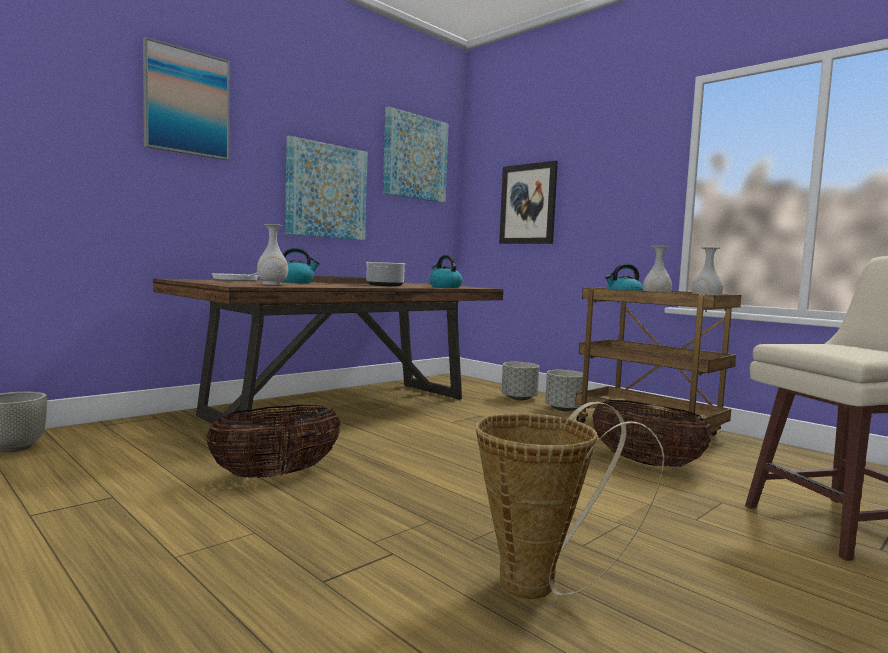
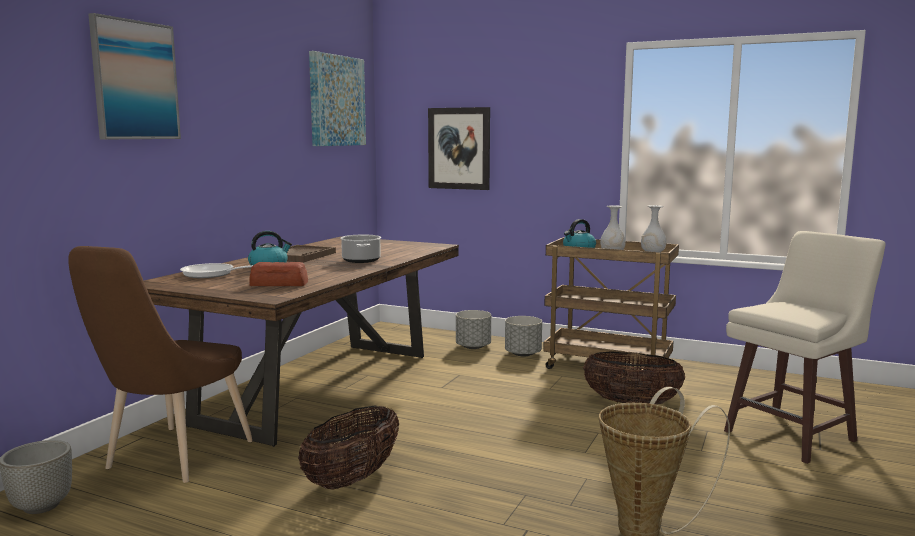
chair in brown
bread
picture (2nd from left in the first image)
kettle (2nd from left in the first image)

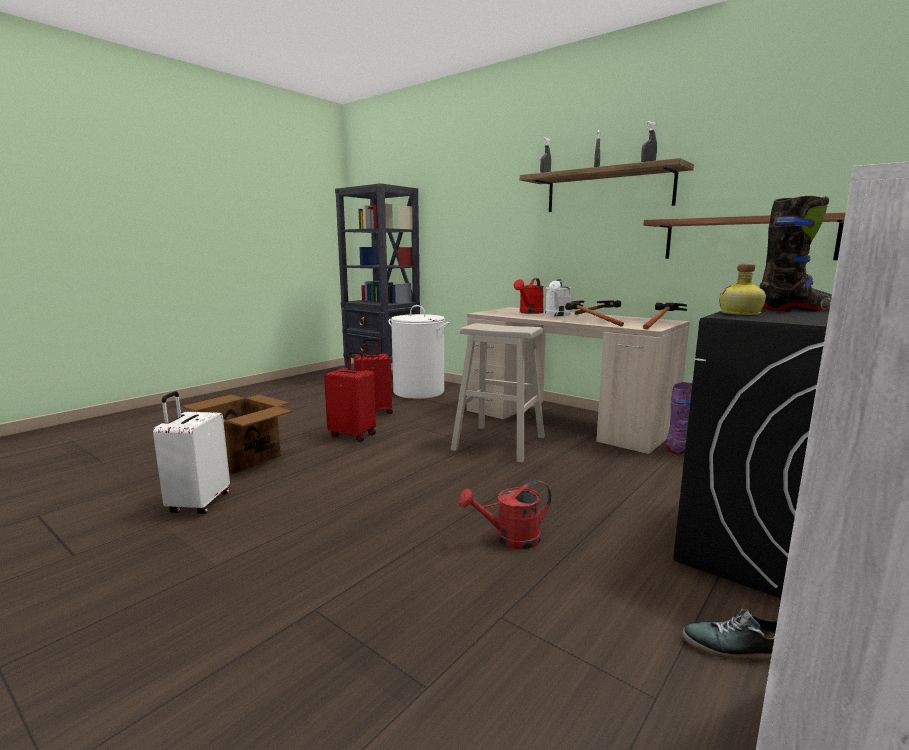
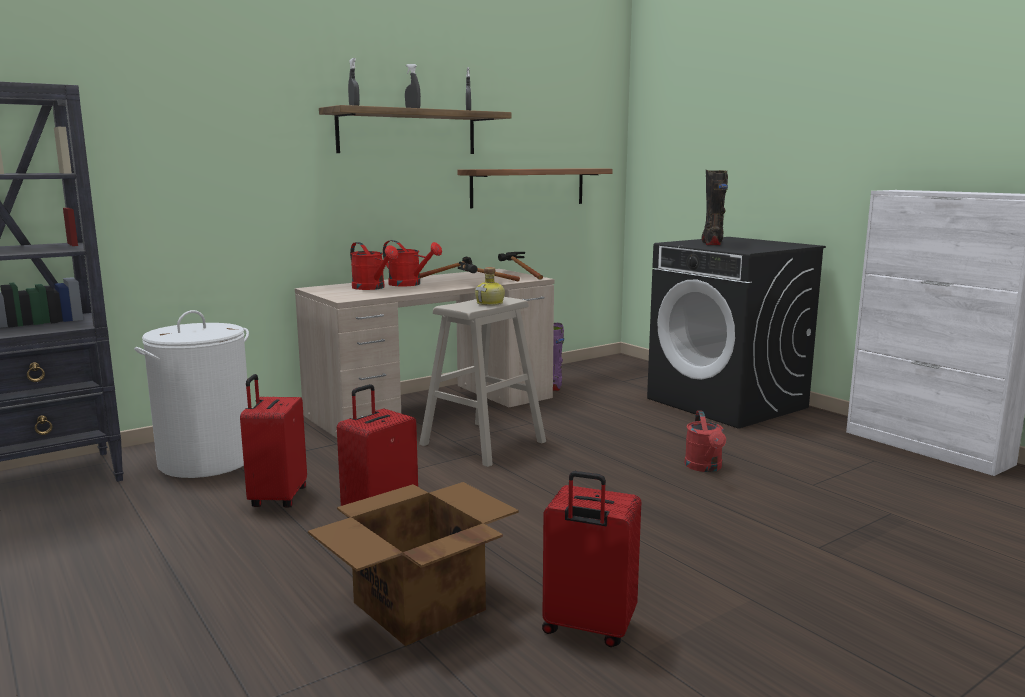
watering can in red (2nd from left)
bottle
suitcase in red (3rd from left)
shoe

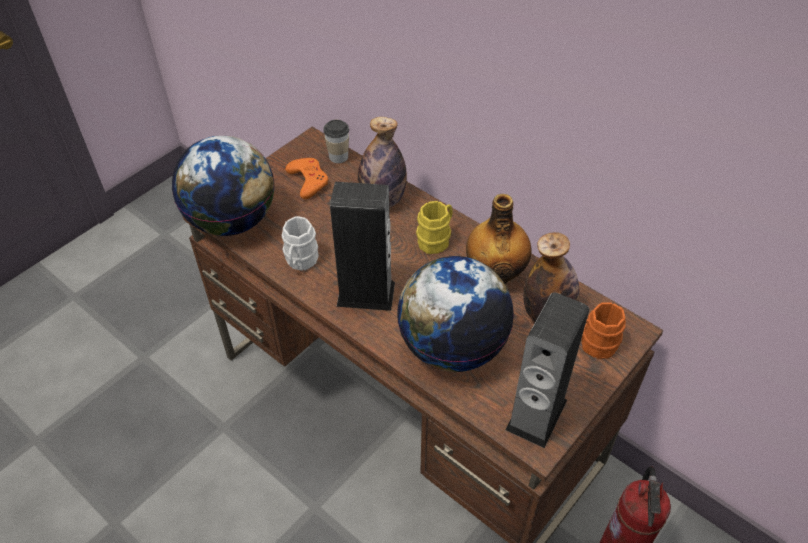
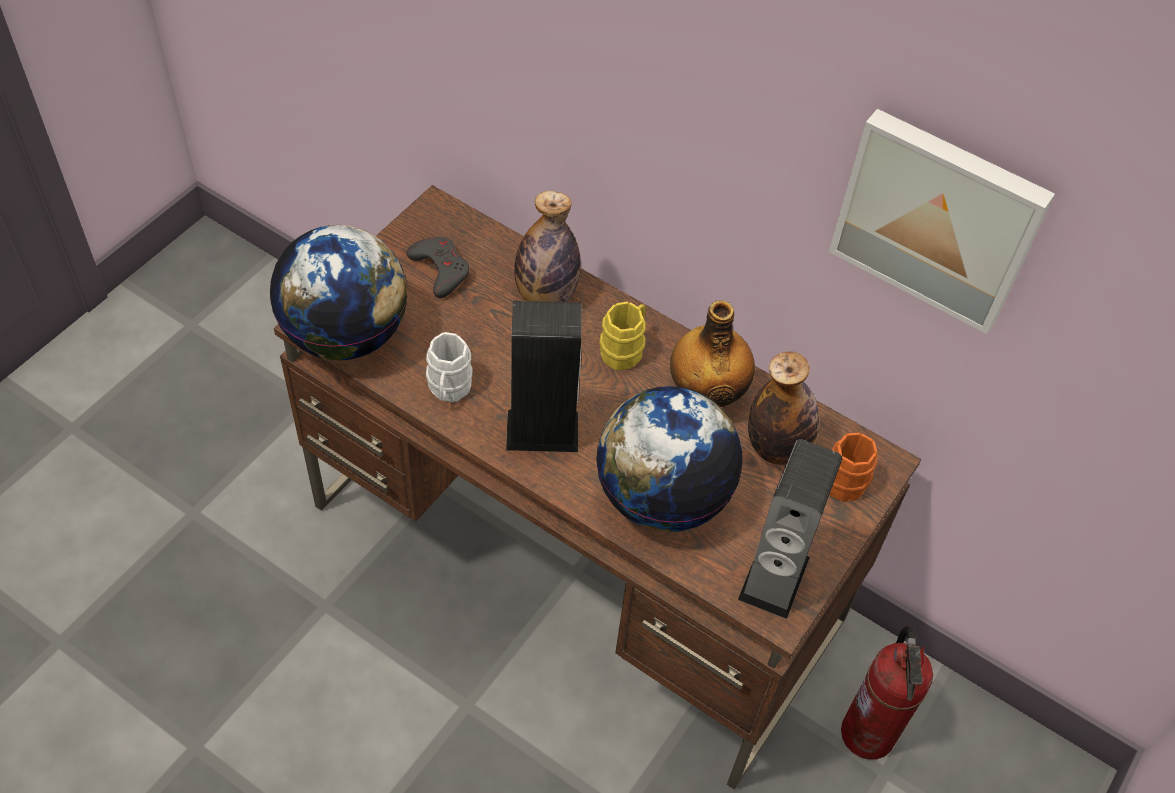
game controller in grey
picture
cup

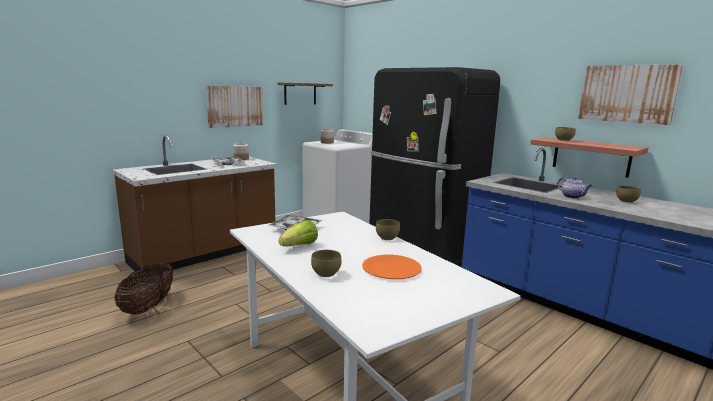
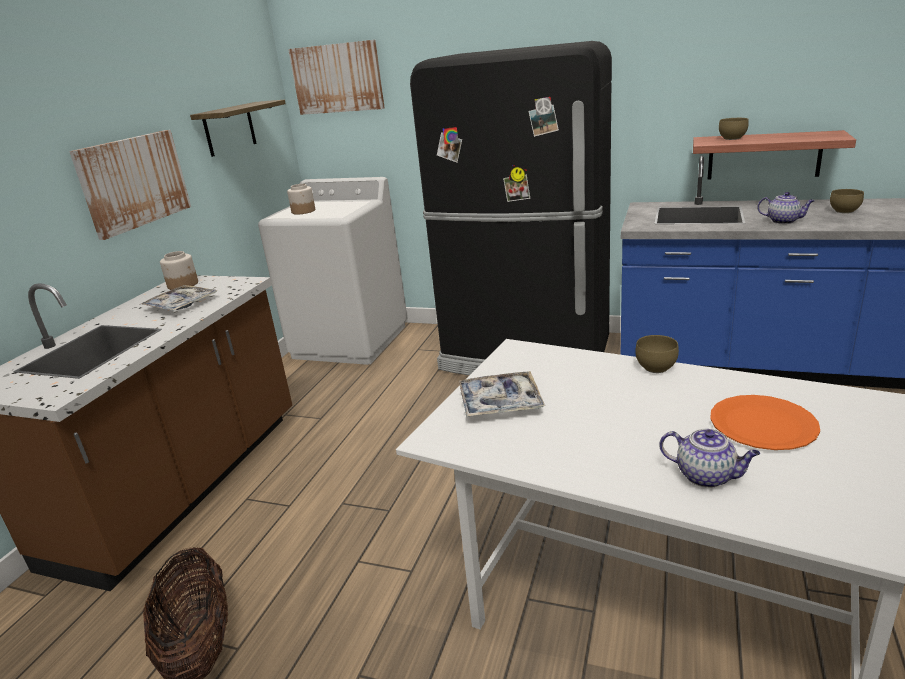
picture (2nd from left)
teapot (1st from left)
lettuce

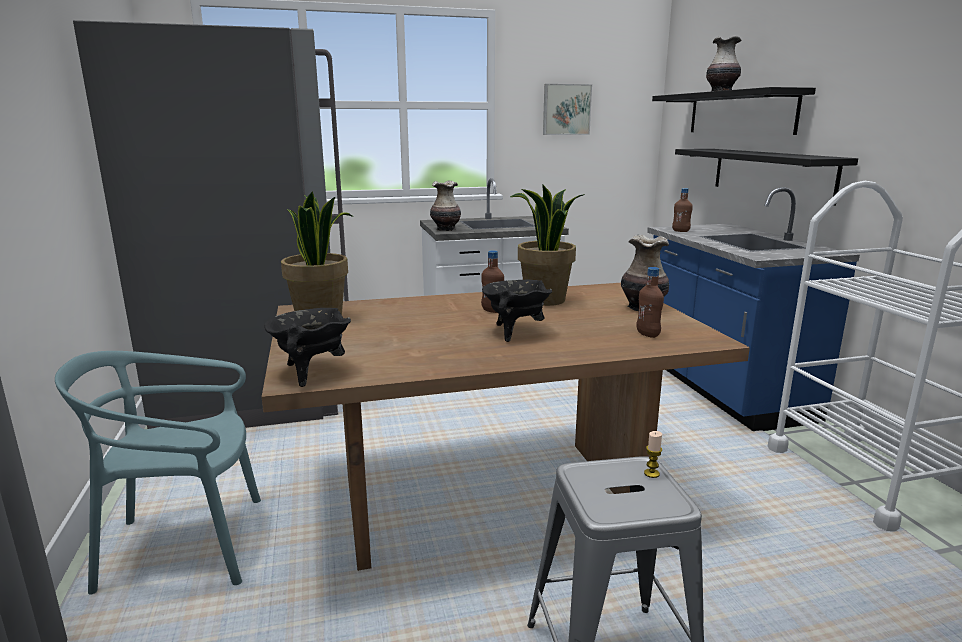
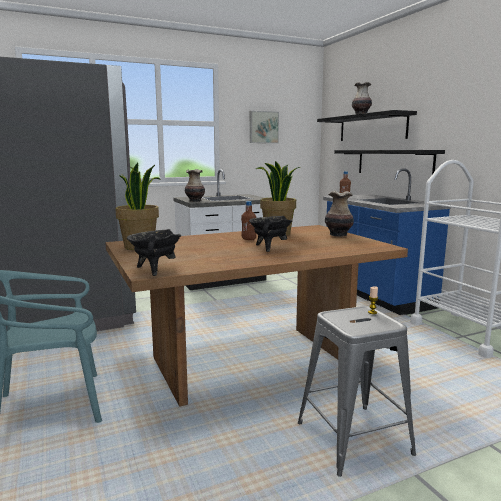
bottle in brown (2nd from left in the first image)

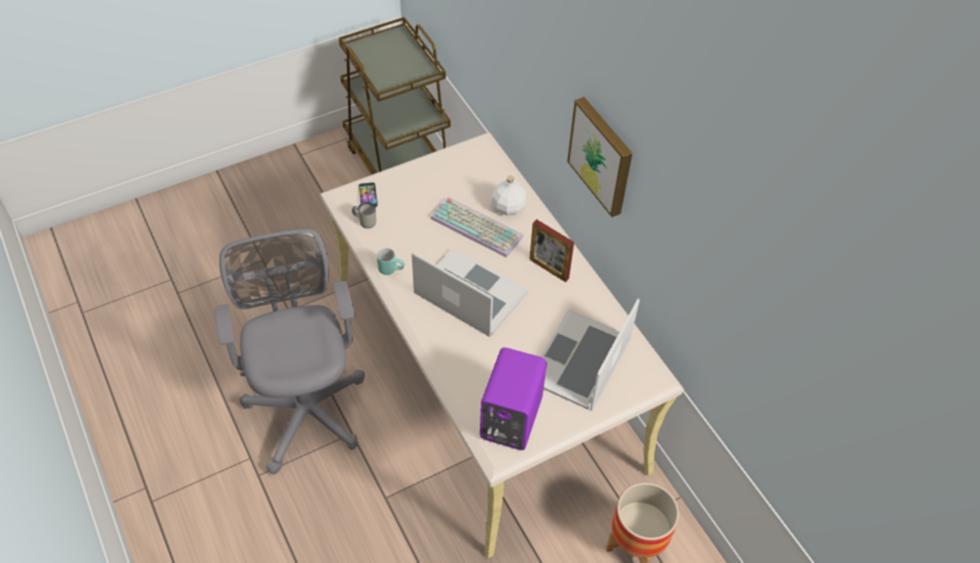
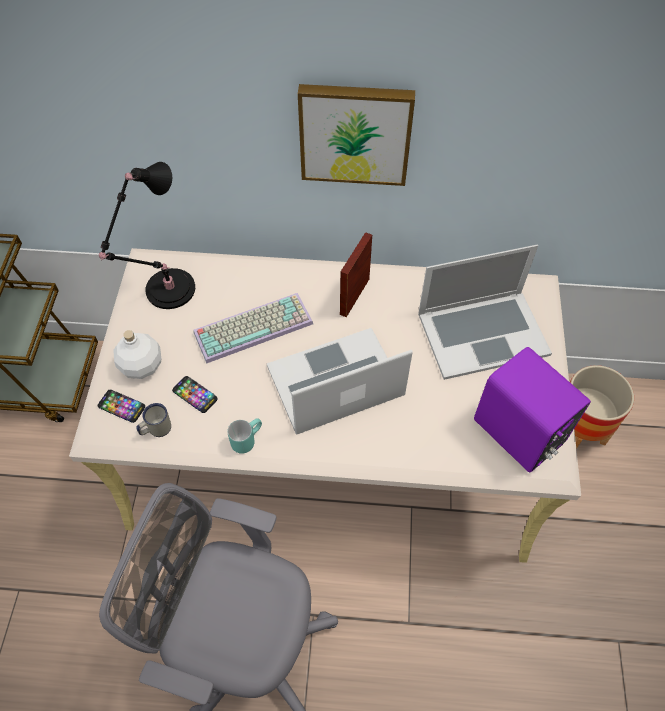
table lamp in black
bottle in white
phone (2nd from left)
picture frame
laptop (2nd from left)

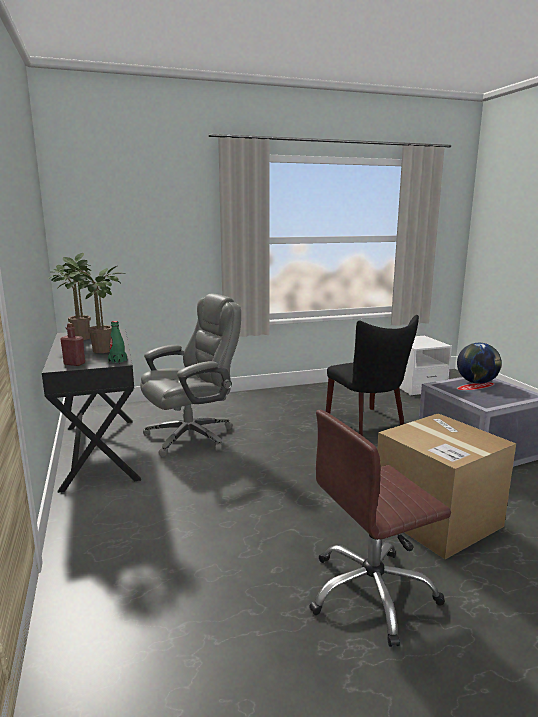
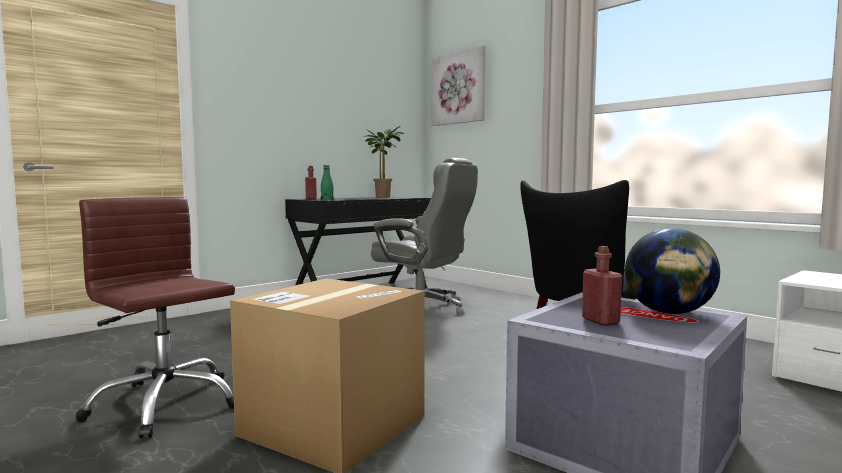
picture
bottle in red (2nd from left)
potted plant (2nd from left in the first image)

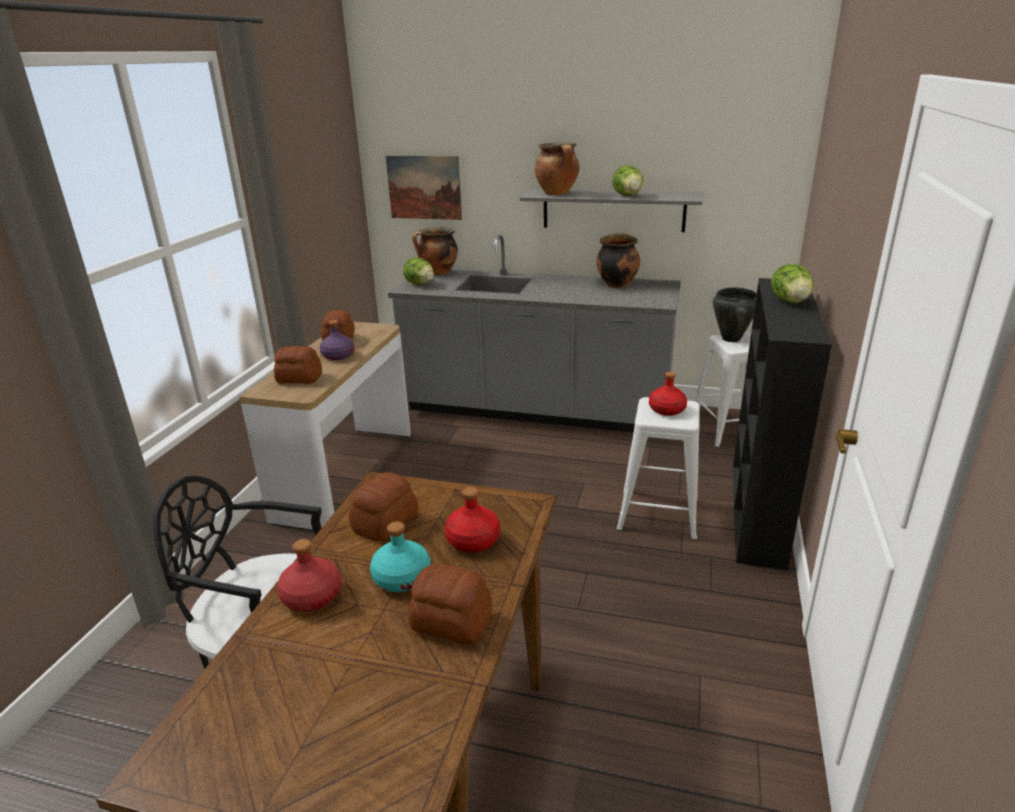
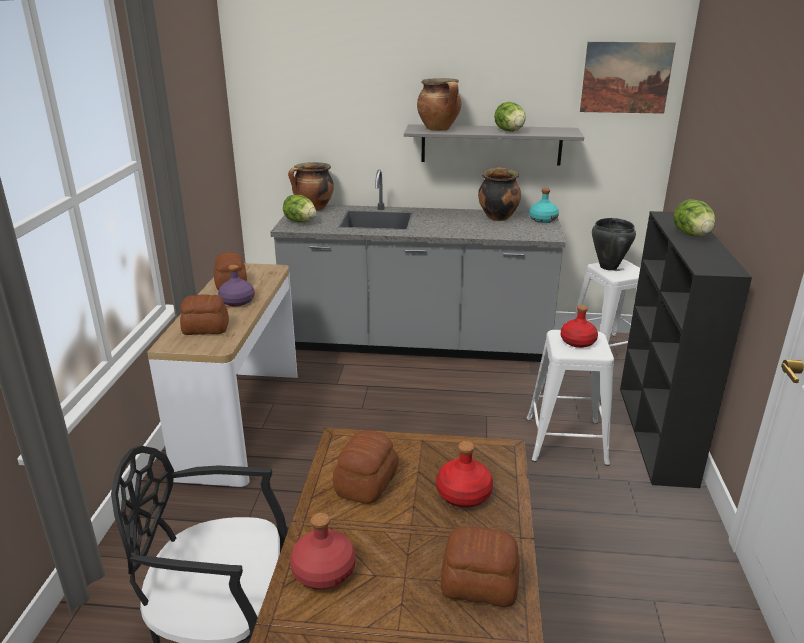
bottle in turquoise
picture

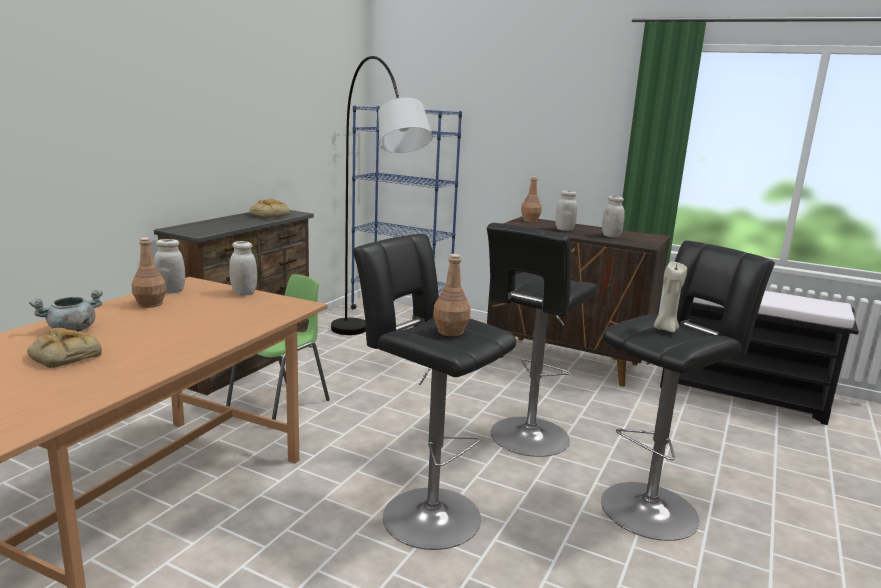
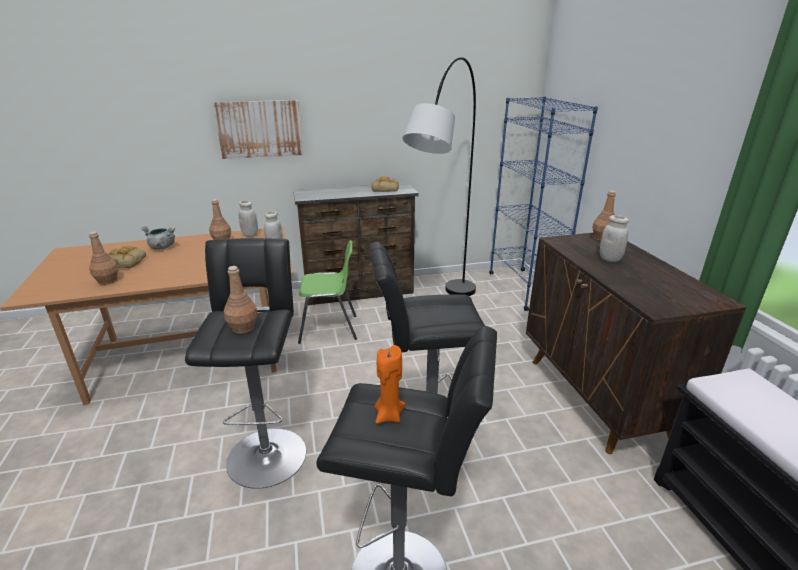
bottle in brown (1st from left)
picture
candle in orange
jar in white (4th from left in the first image)

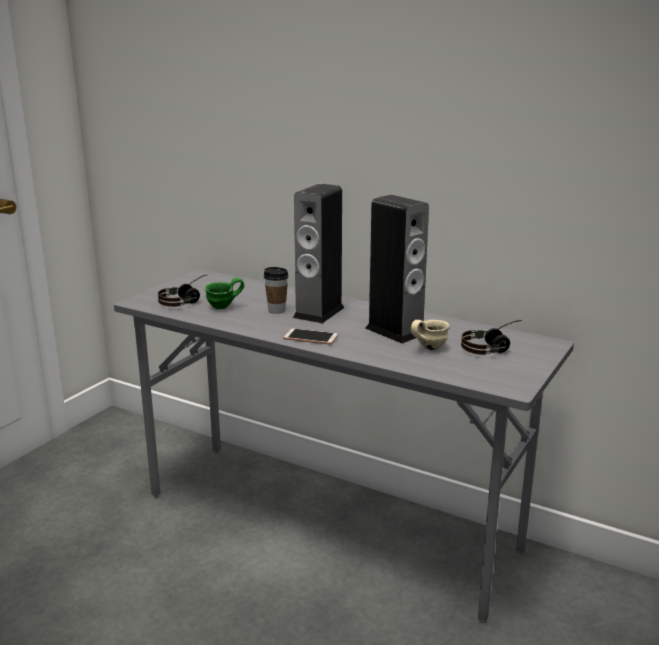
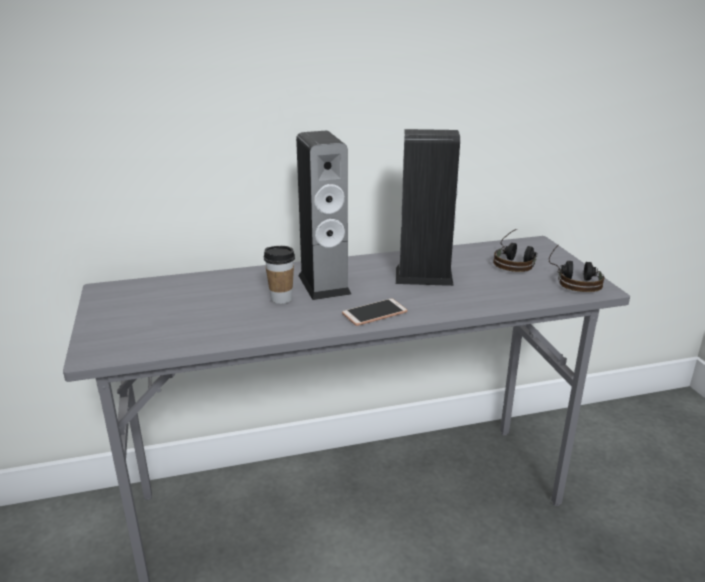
headphones (2nd from left)
mug in green
mug in beige

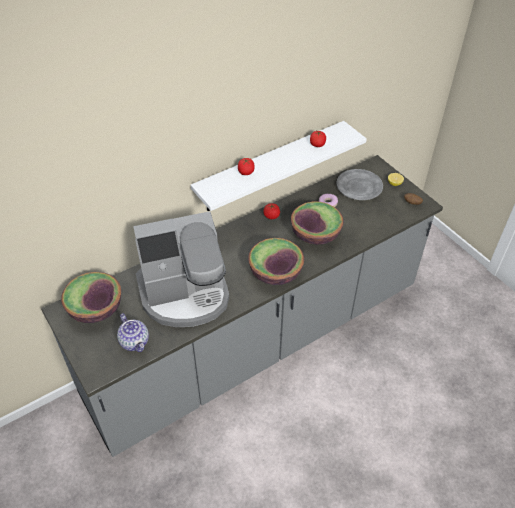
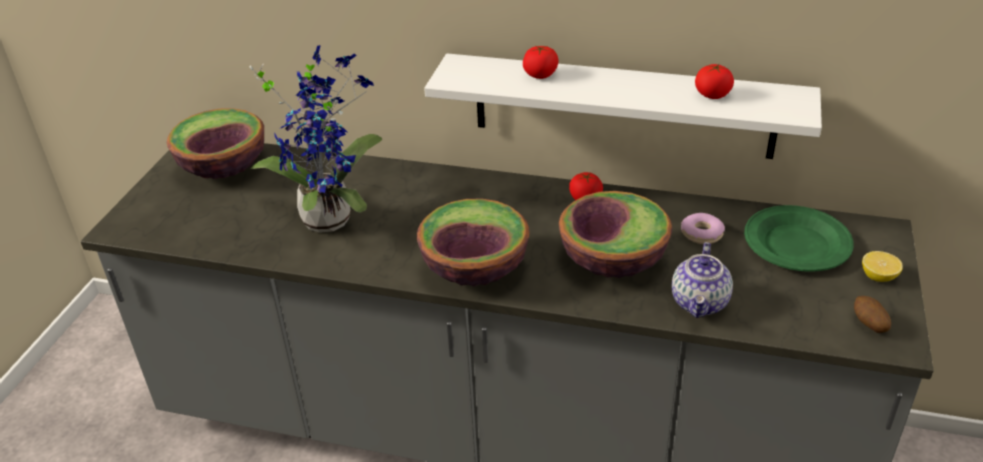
potted plant
teapot
plate in green

